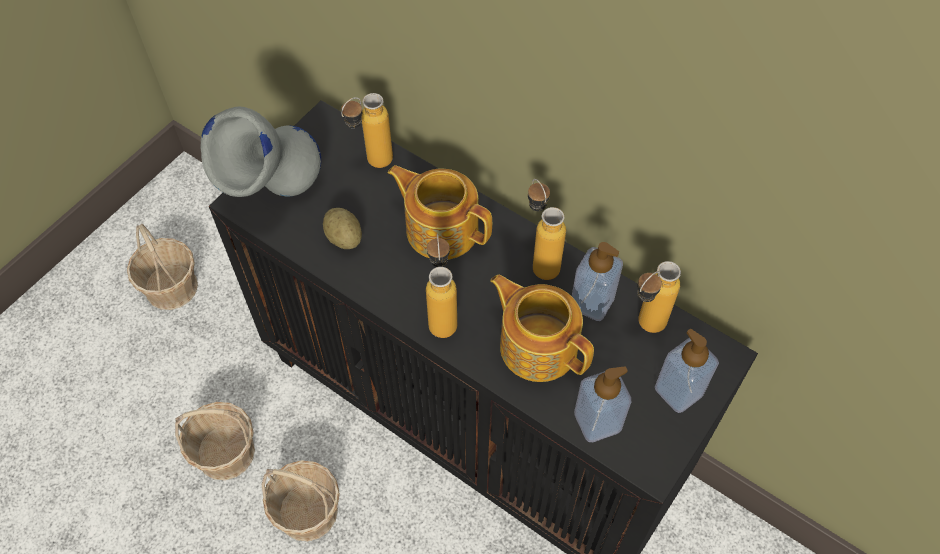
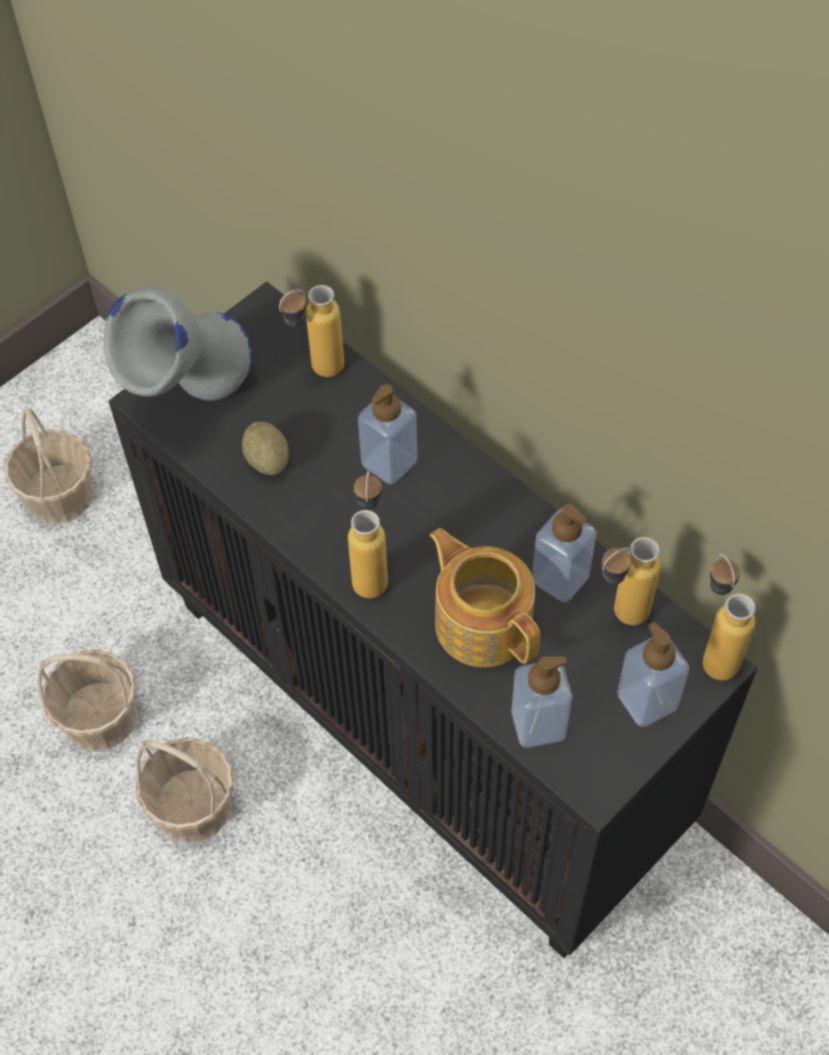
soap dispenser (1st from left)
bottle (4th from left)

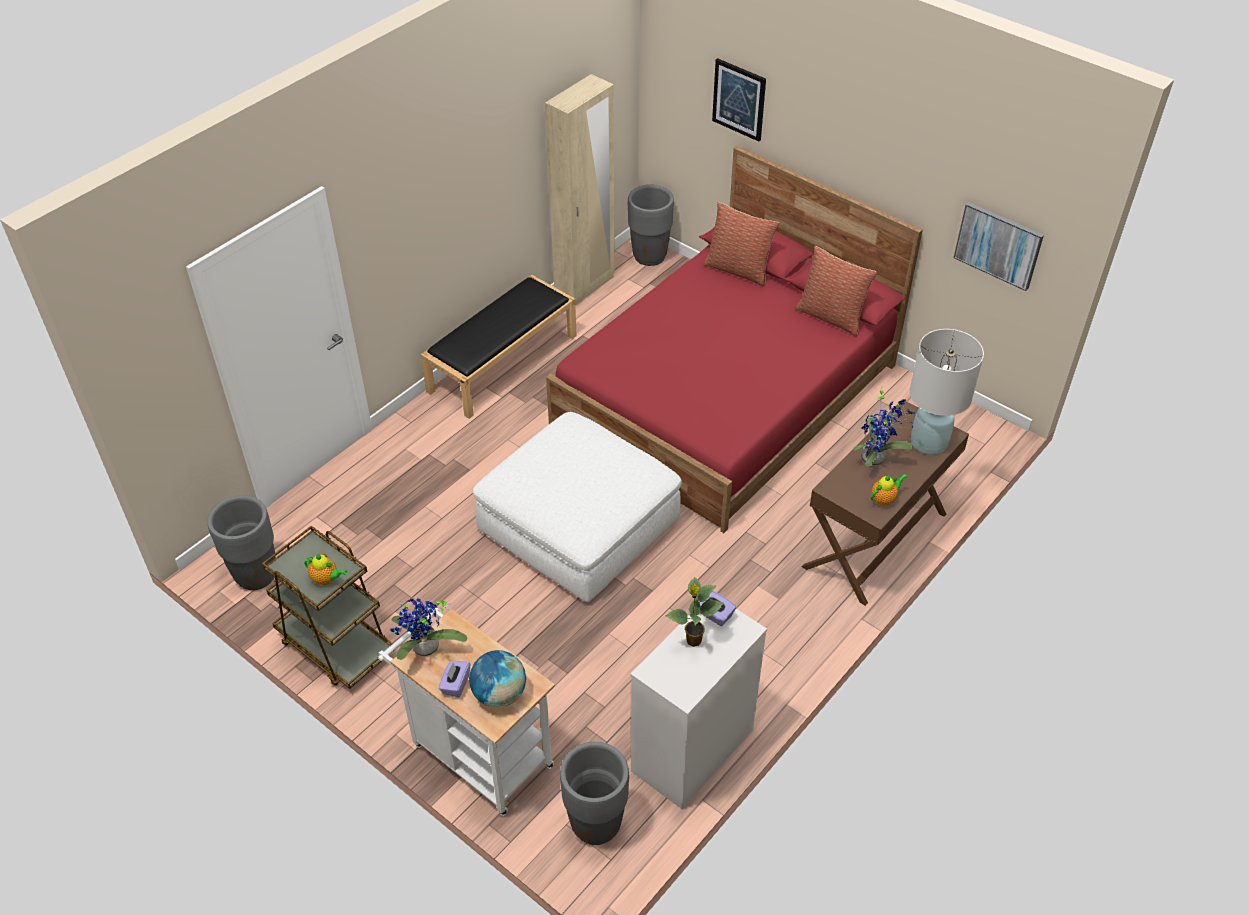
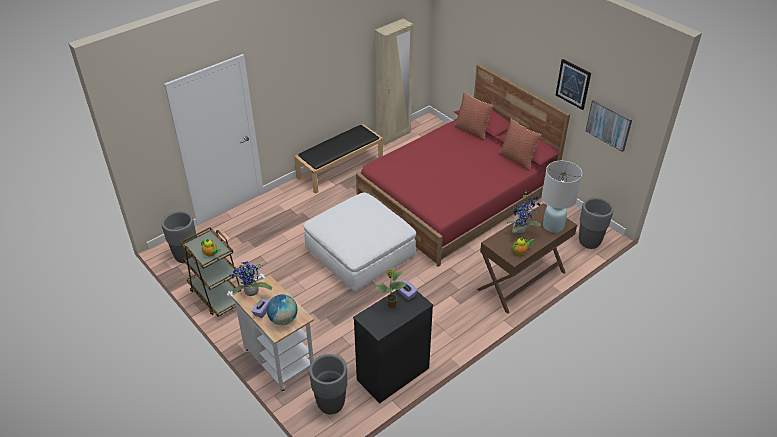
dresser in black
picture (1st from left)
planter in grey (3rd from left)

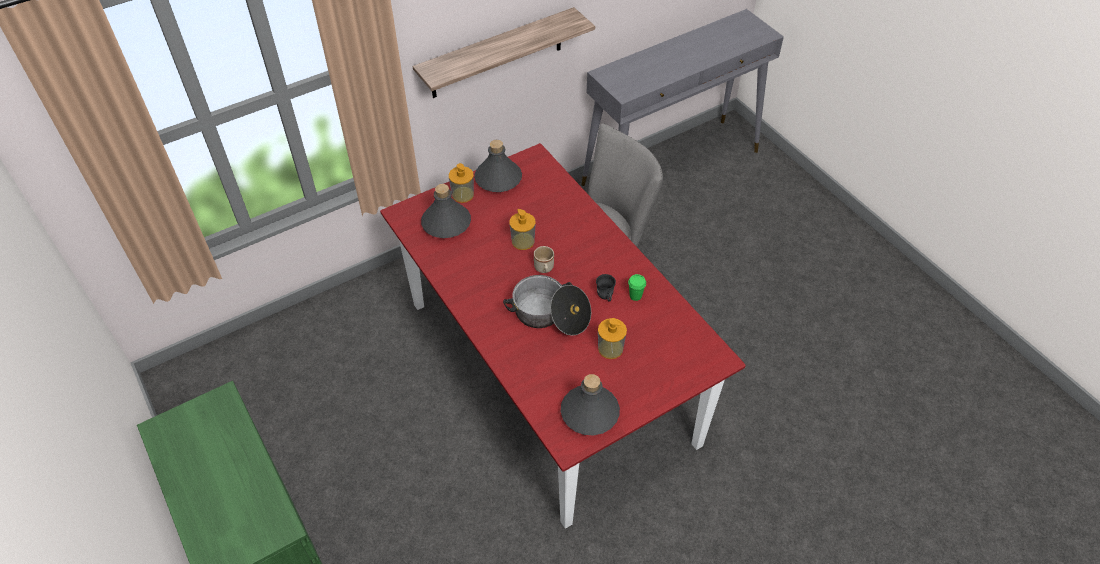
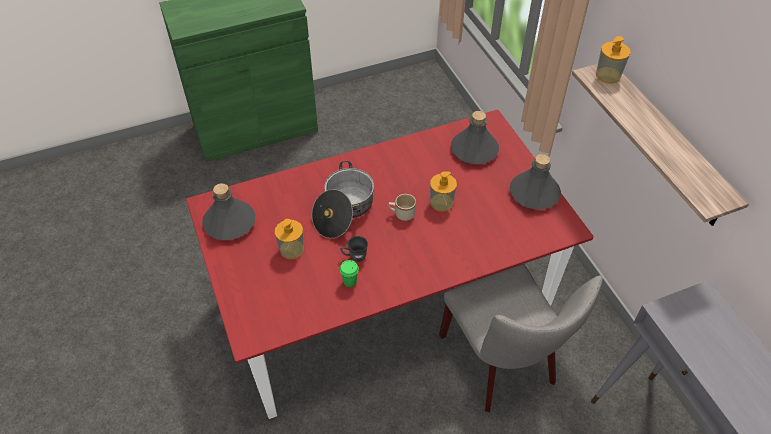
soap dispenser (3rd from left)

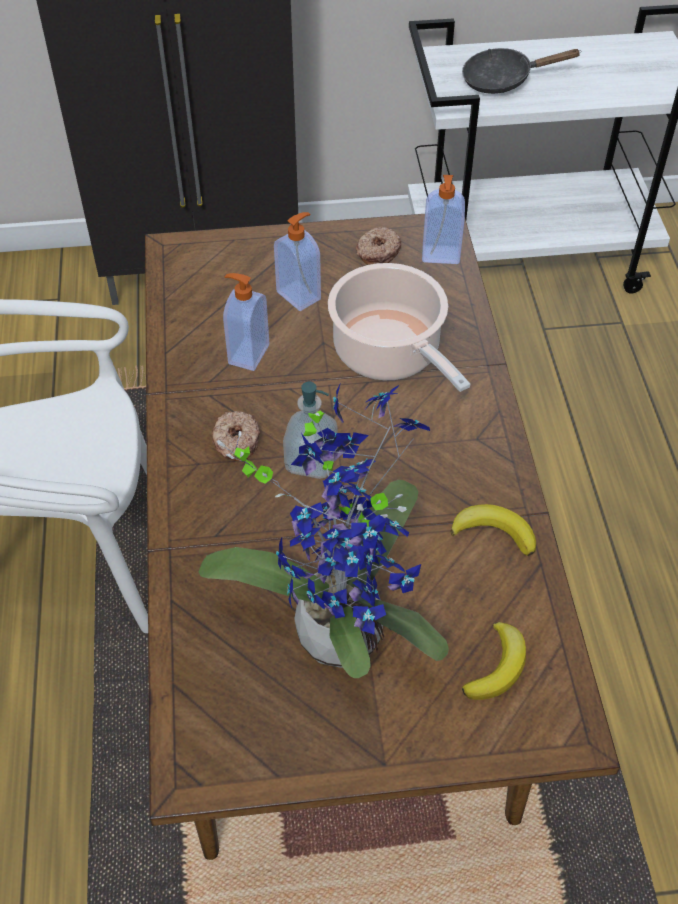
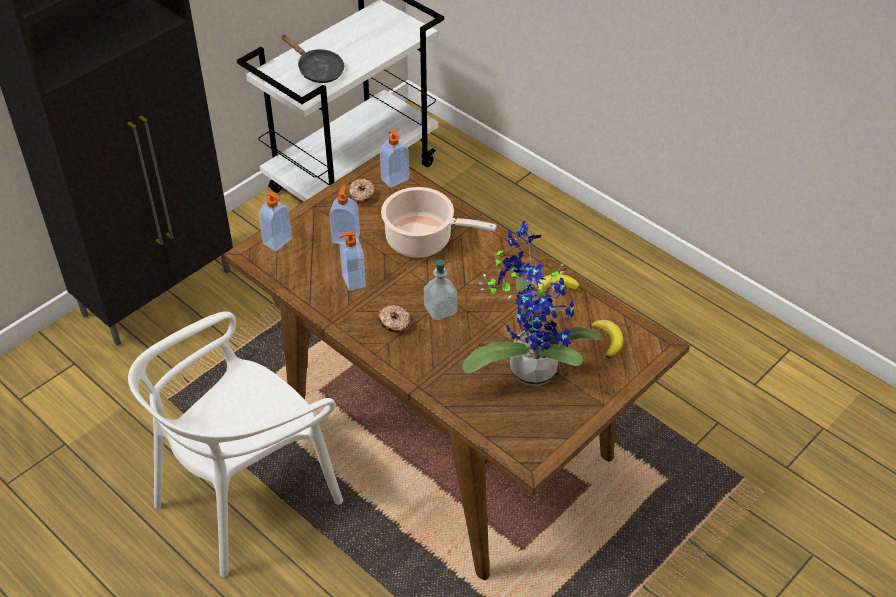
soap dispenser (1st from left)
frying pan in black

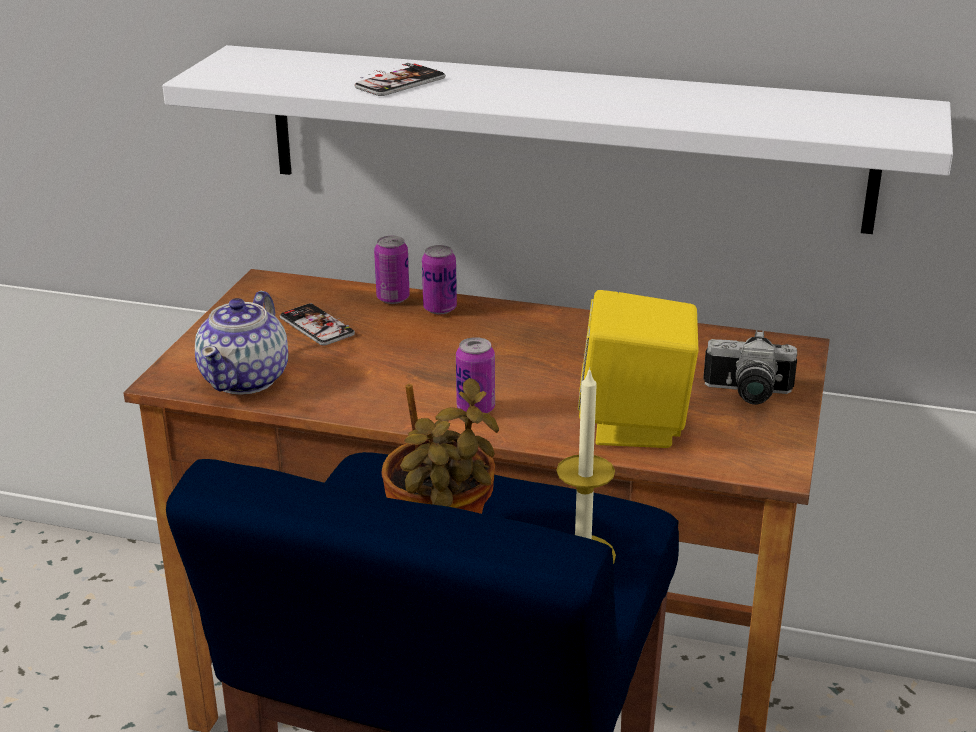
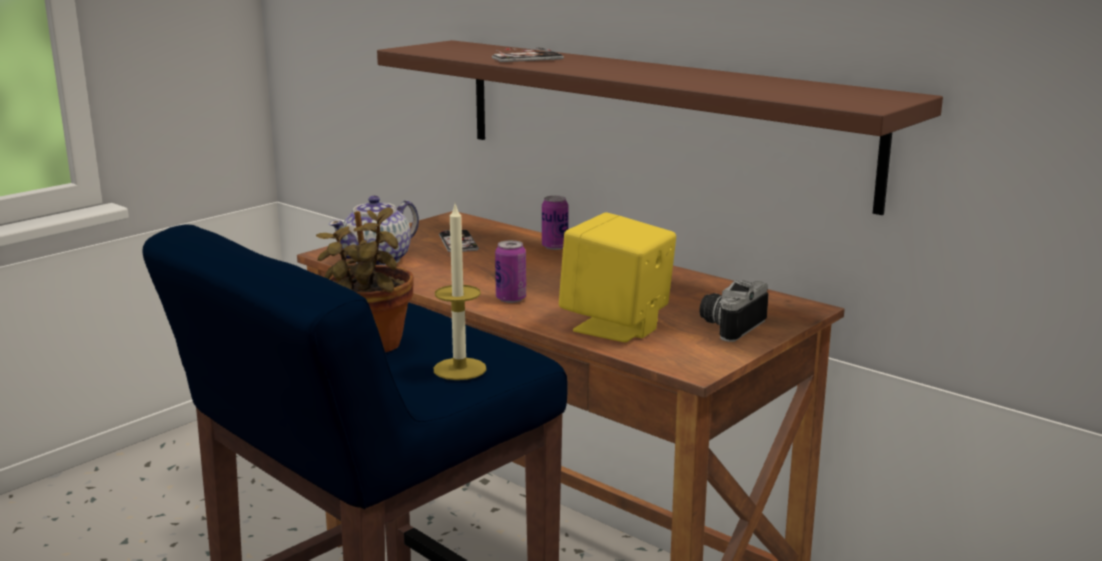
shelf in brown
photo camera
can (1st from left in the first image)

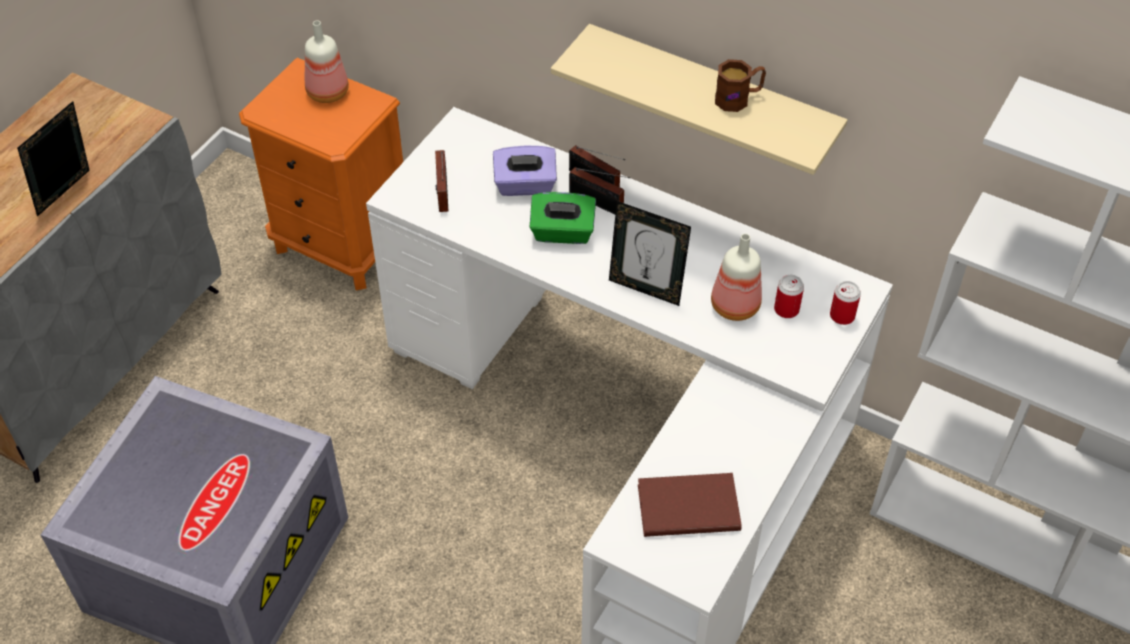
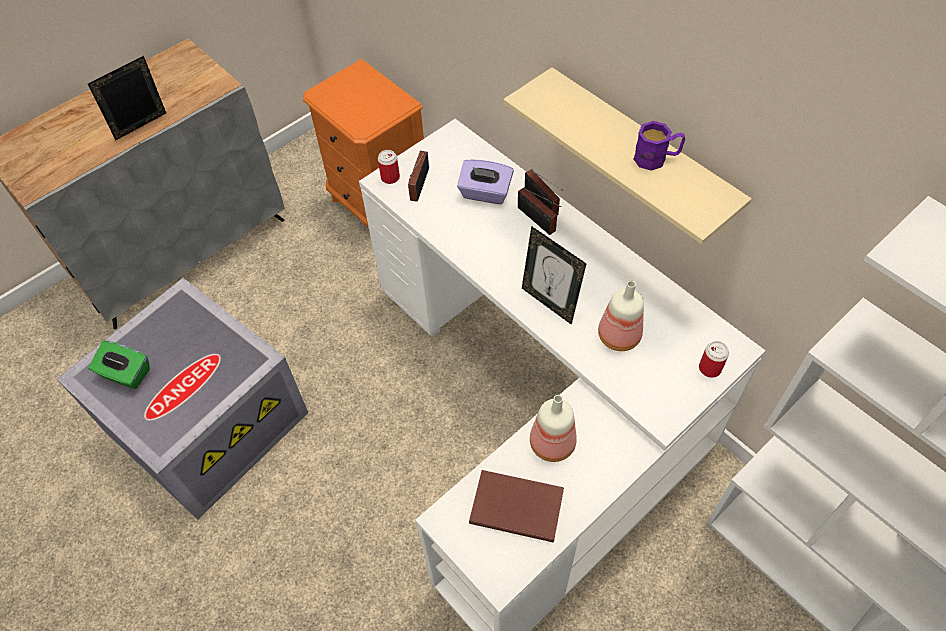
tissue box in green
can (1st from left)
bottle (1st from left)
mug in purple

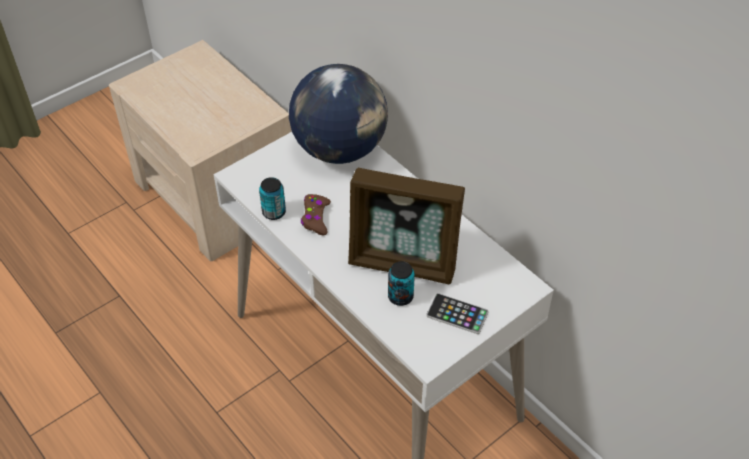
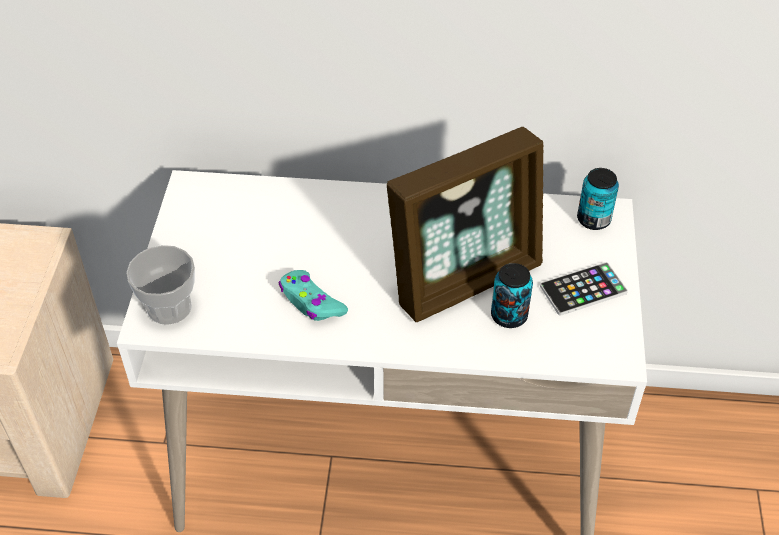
cup
game controller in turquoise
can (2nd from left)
globe

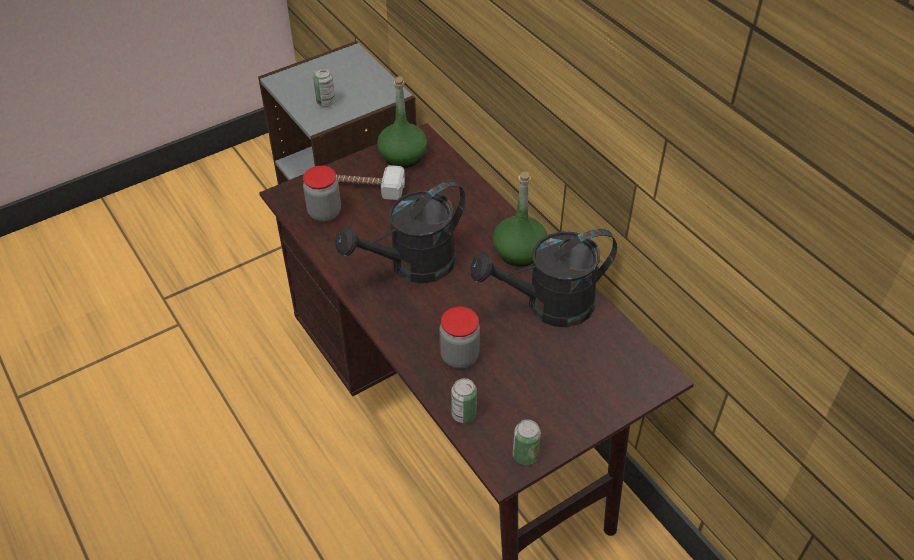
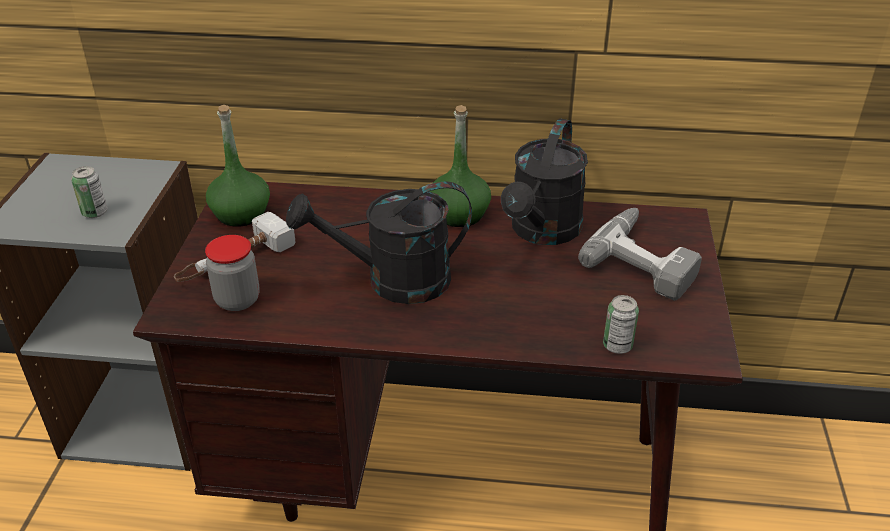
watering can in black (1st from left)
power drill
jar (2nd from left in the first image)
can (3rd from left in the first image)

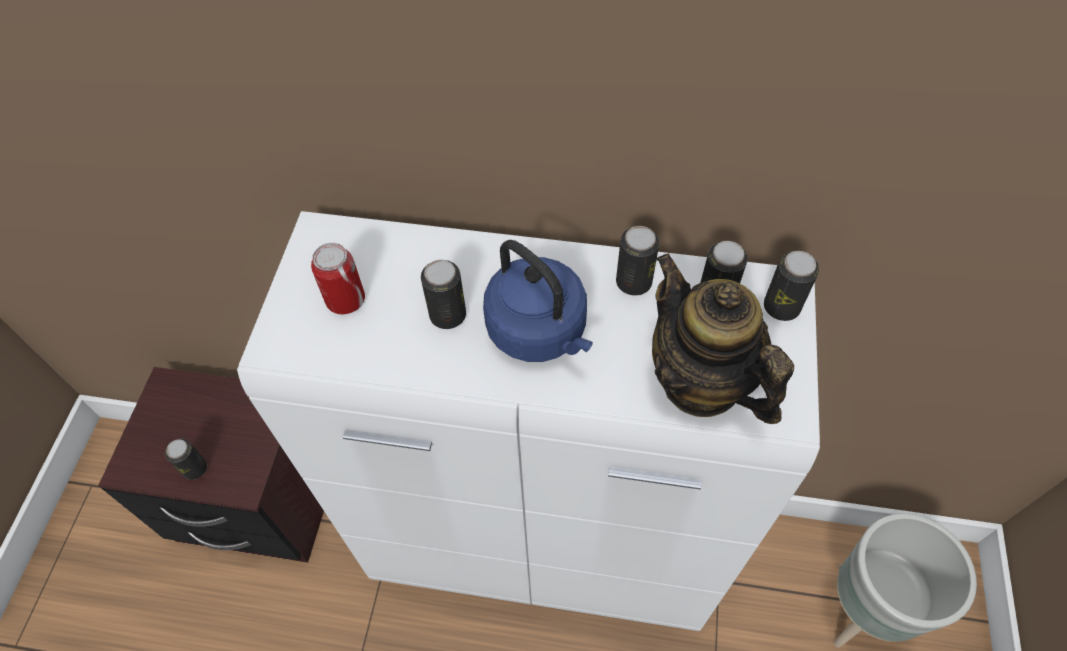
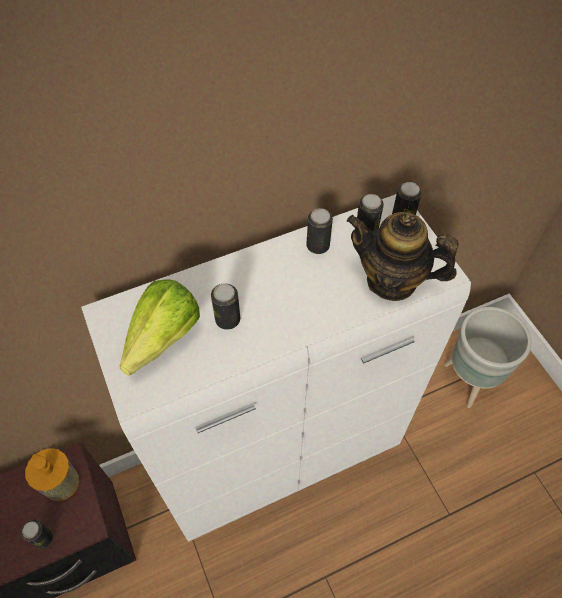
soap dispenser
lettuce
kettle in blue

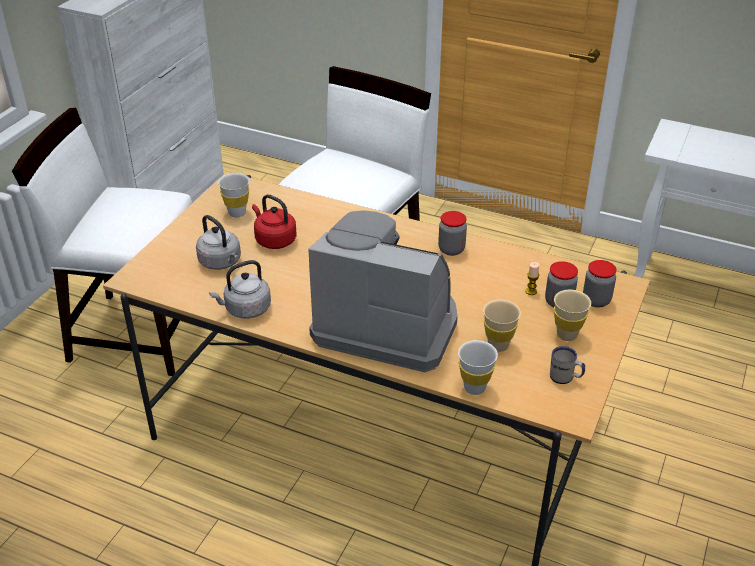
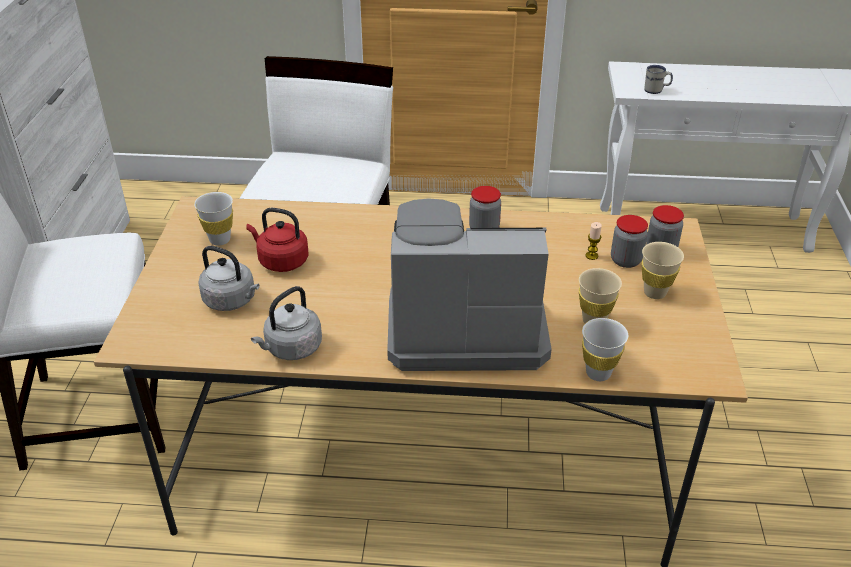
mug in white

